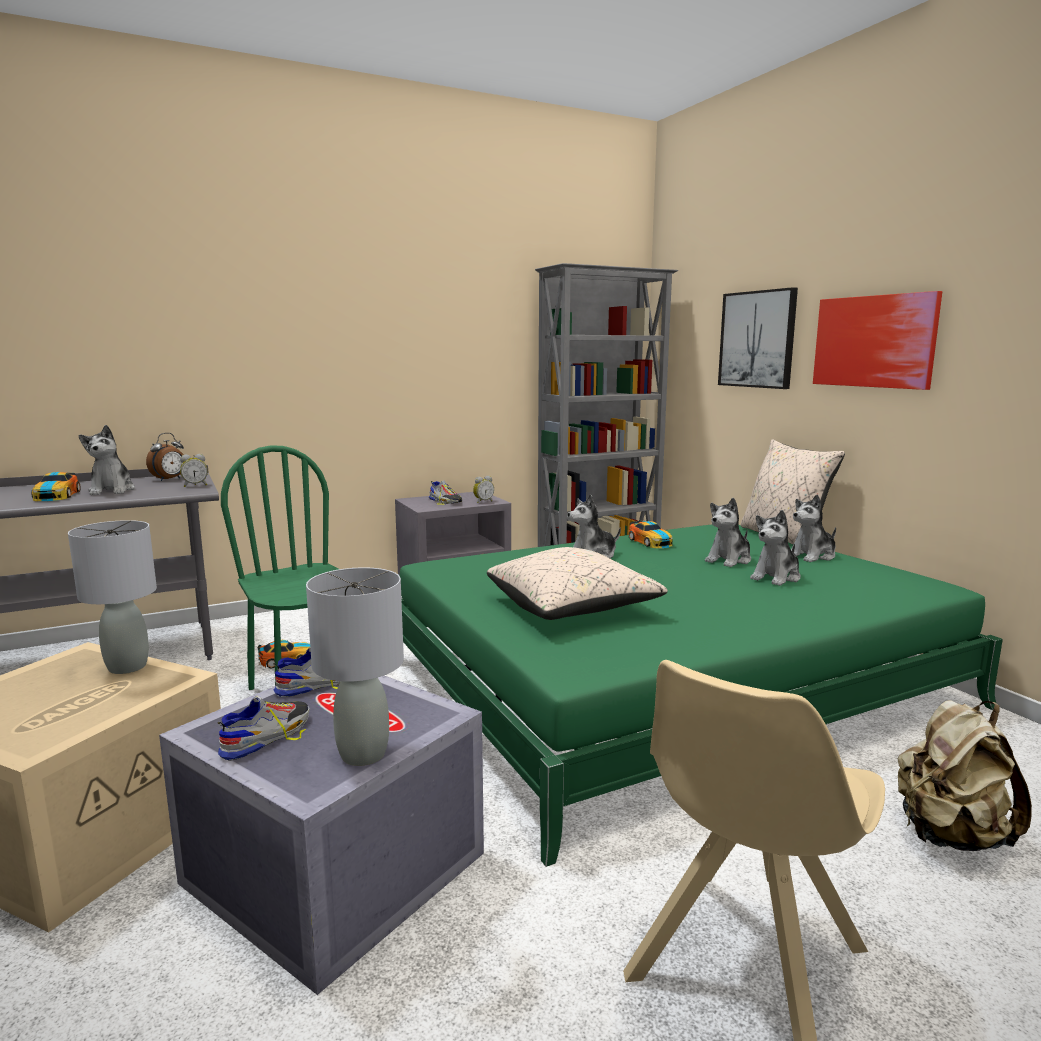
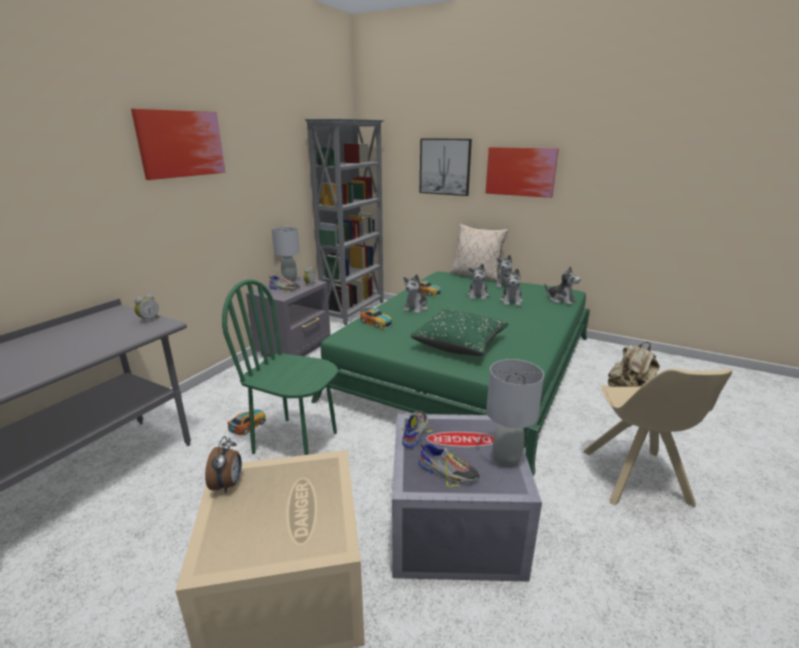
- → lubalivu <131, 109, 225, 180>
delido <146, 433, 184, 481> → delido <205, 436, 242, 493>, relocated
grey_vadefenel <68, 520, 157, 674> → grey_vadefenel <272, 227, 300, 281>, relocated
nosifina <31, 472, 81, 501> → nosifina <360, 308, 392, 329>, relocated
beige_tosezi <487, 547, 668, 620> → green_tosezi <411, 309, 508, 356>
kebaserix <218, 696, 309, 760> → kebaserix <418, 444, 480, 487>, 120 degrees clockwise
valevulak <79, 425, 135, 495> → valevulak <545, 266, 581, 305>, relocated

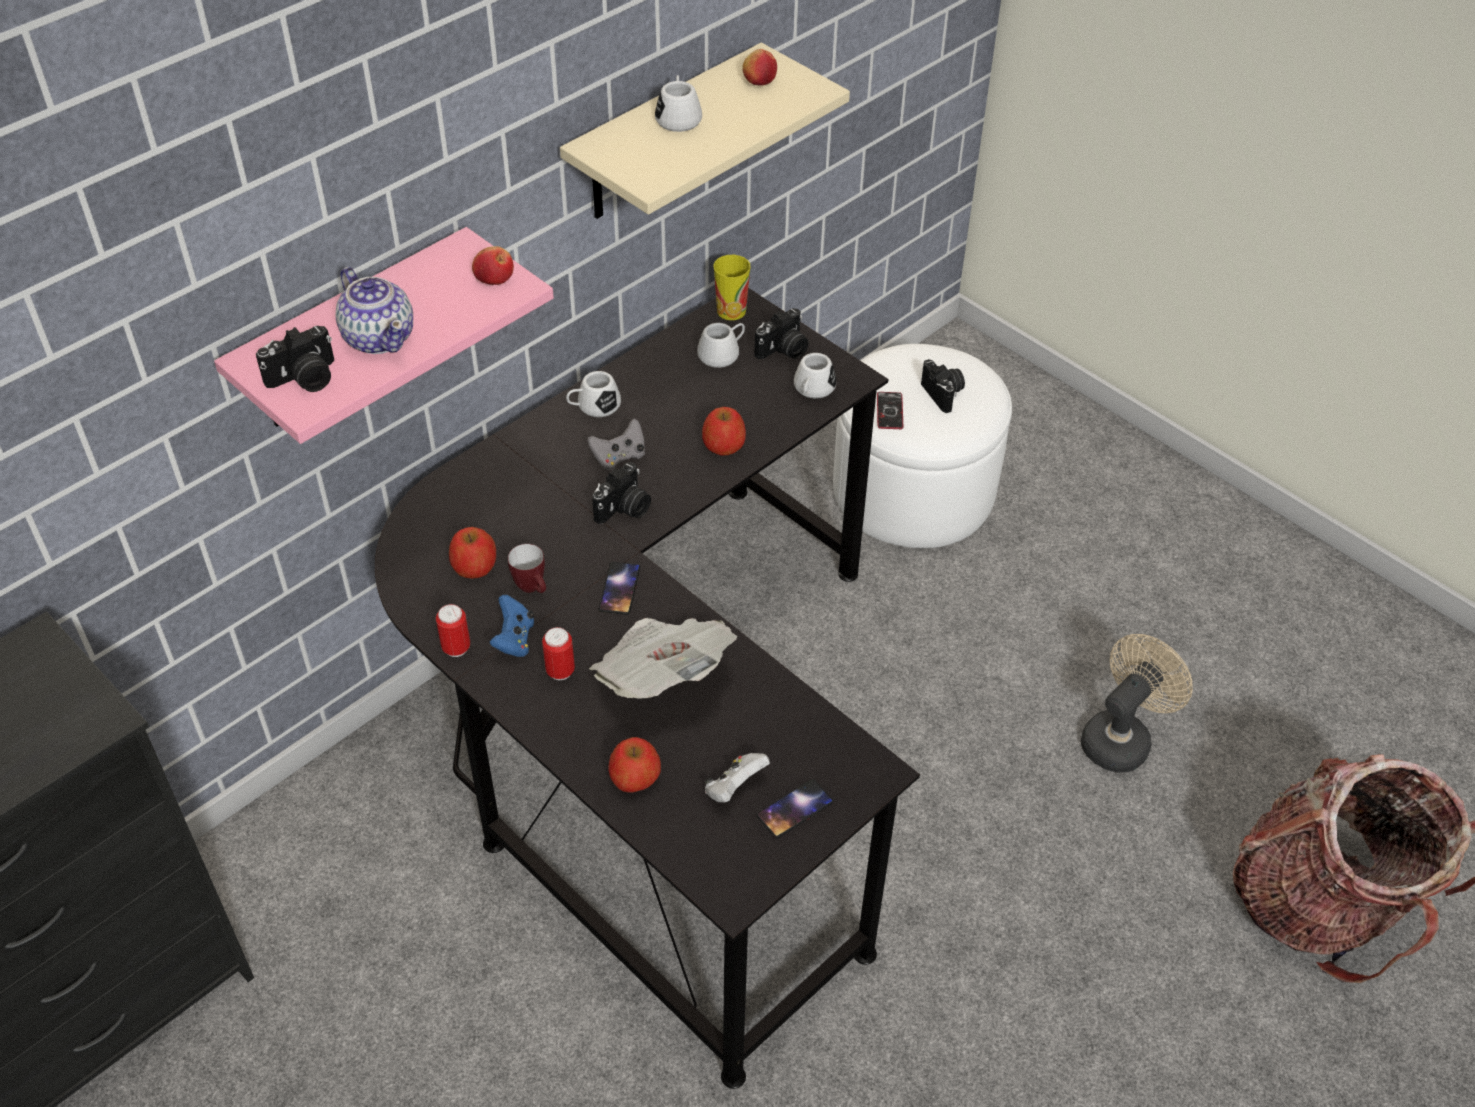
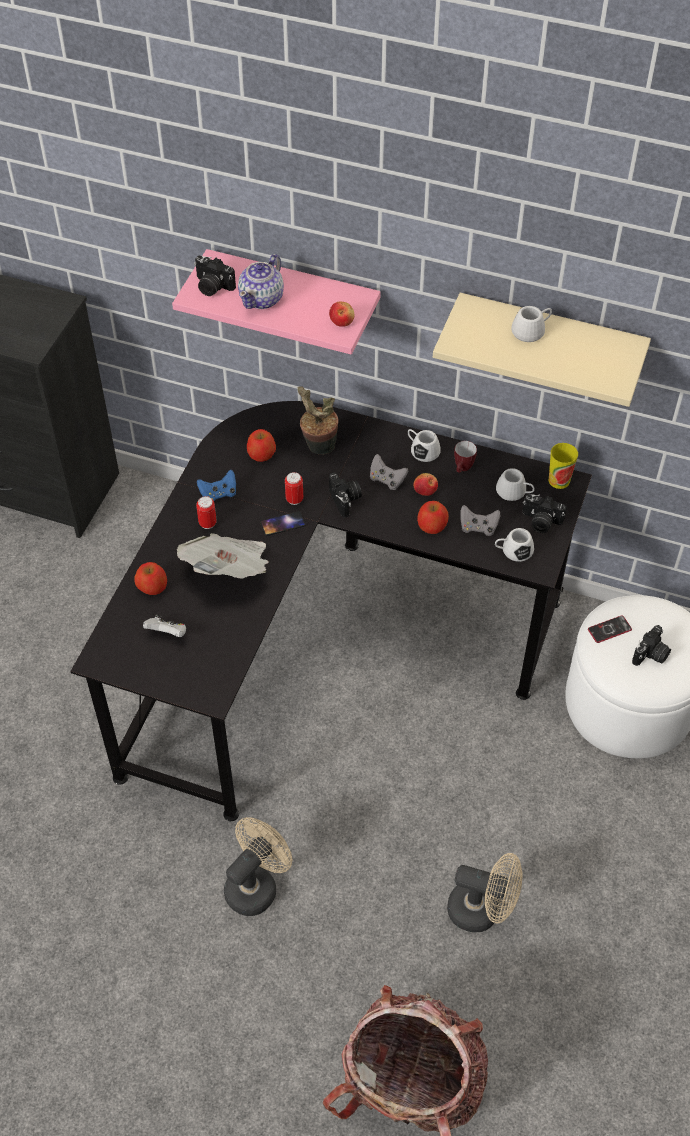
- → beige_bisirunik <224, 817, 292, 916>
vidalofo <436, 604, 470, 657> → vidalofo <285, 472, 303, 505>, relocated
- → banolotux <297, 386, 338, 454>
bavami <592, 462, 651, 524> → bavami <329, 473, 362, 518>, 120 degrees counterclockwise
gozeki <742, 49, 777, 86> → gozeki <413, 473, 438, 496>, relocated
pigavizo <508, 544, 546, 593> → pigavizo <454, 441, 477, 473>, relocated
- → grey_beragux <460, 505, 500, 536>
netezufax <756, 779, 833, 838> → -

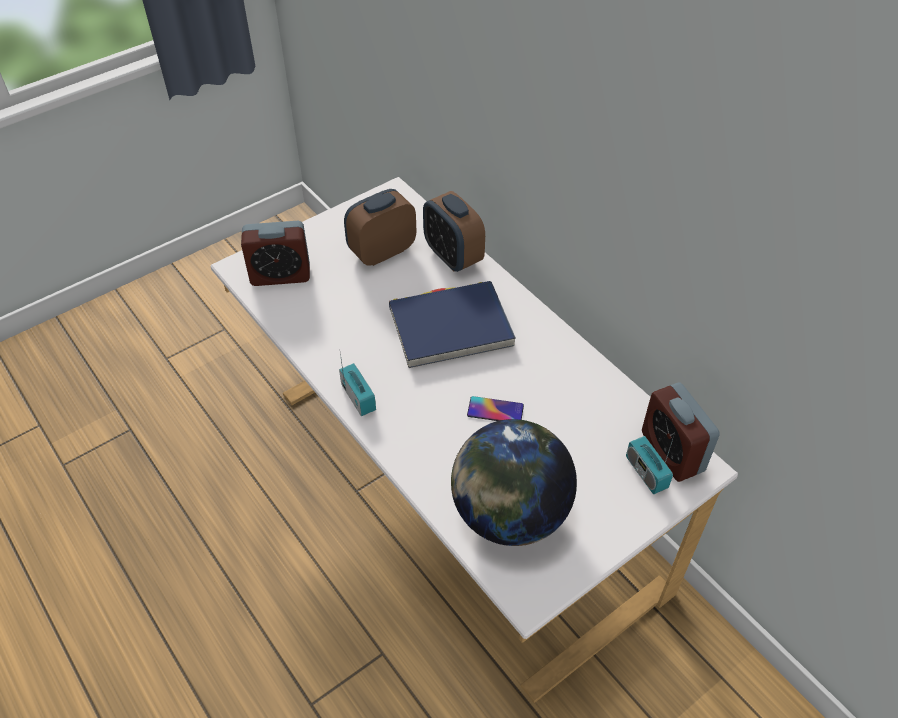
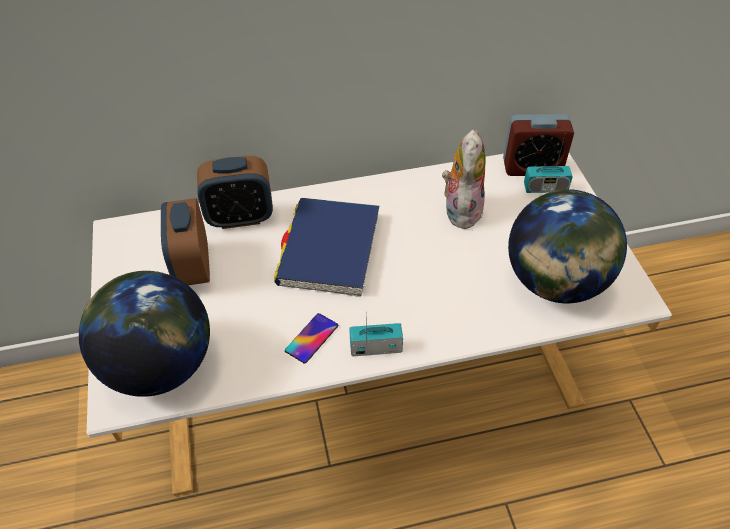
delido <241, 221, 310, 286> → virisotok <79, 271, 210, 397>
netezufax <467, 396, 524, 421> → netezufax <285, 313, 338, 364>, relocated
- → valevulak <442, 129, 486, 229>

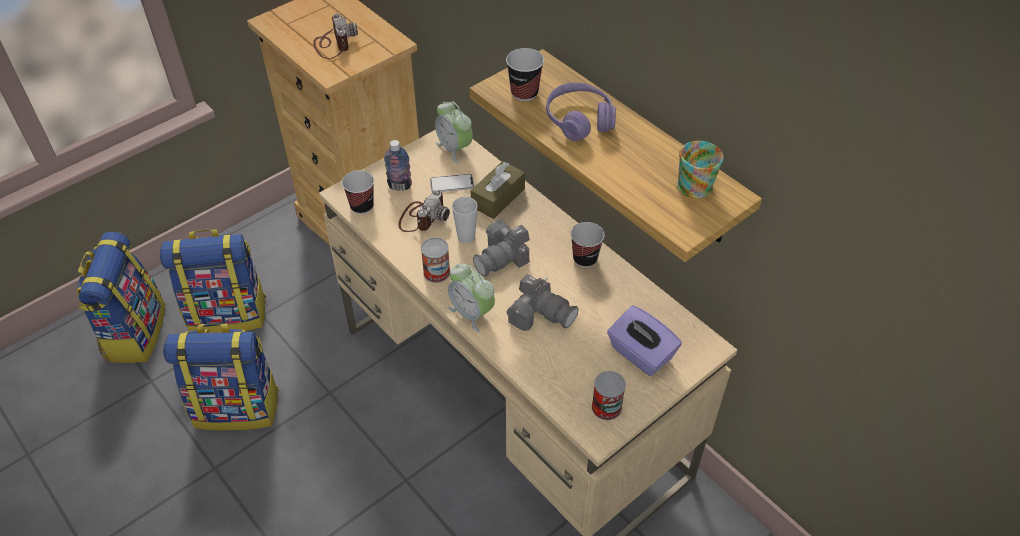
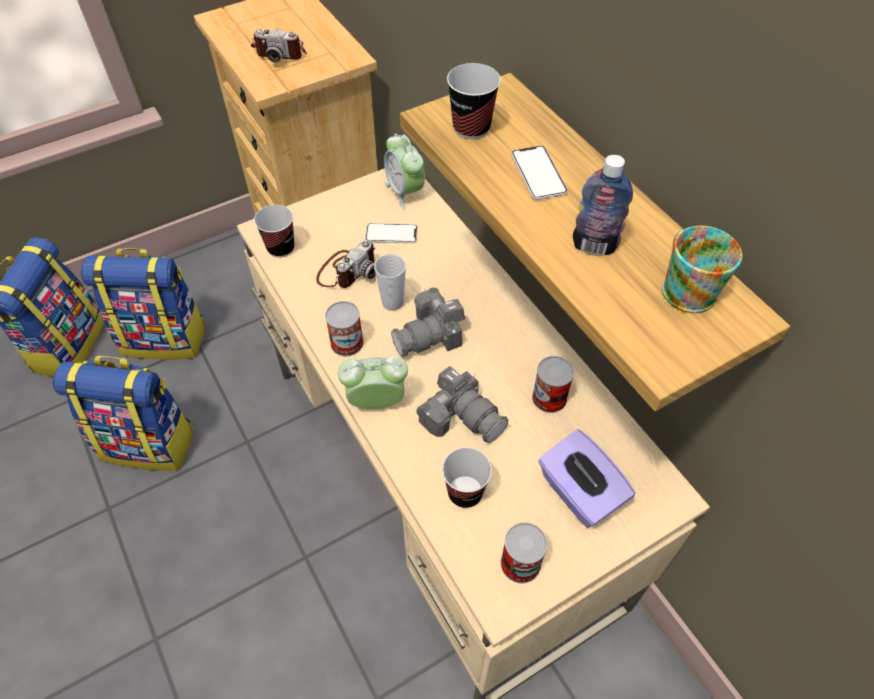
bavami <313, 13, 358, 59> → bavami <251, 28, 307, 62>, 105 degrees clockwise
delido <448, 264, 495, 332> → delido <338, 356, 408, 409>, 120 degrees clockwise
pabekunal <571, 222, 605, 268> → pabekunal <442, 447, 492, 508>, relocated
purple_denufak <546, 83, 616, 141> → netezufax <511, 146, 568, 200>
- → vidalofo <532, 356, 574, 413>
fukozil <384, 140, 412, 191> → fukozil <573, 155, 633, 256>, relocated
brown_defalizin <470, 161, 525, 219> → -

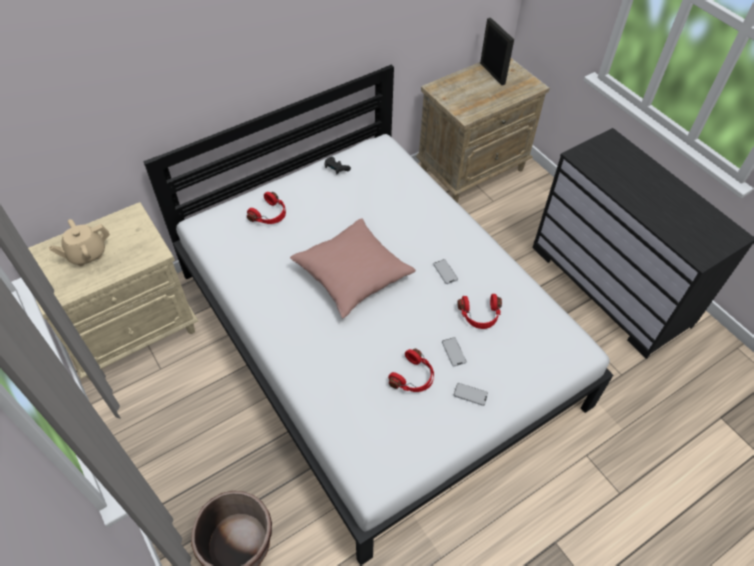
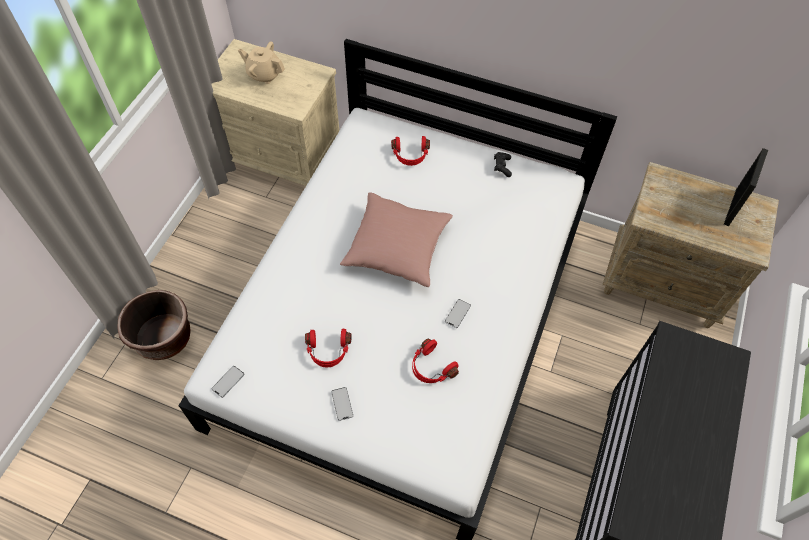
netezufax <442, 337, 466, 367> → netezufax <212, 366, 244, 398>, relocated

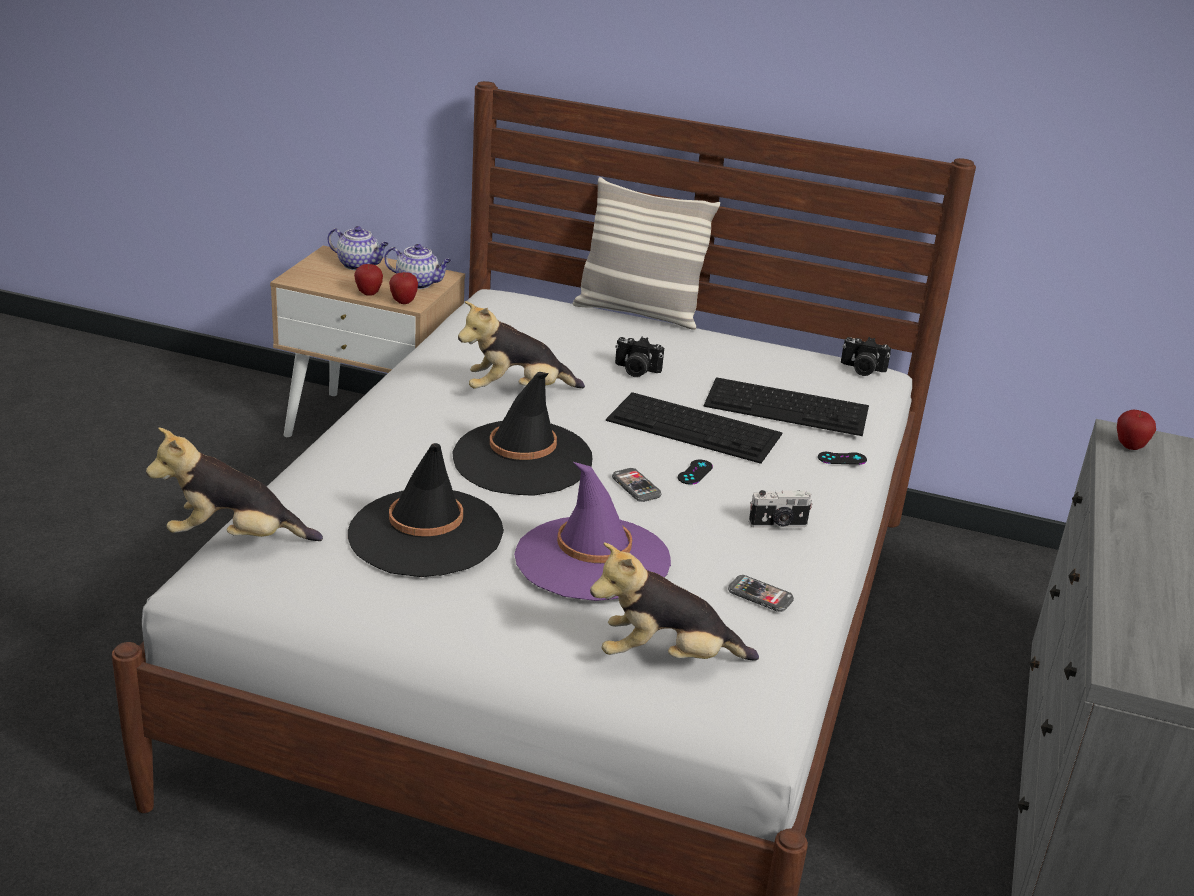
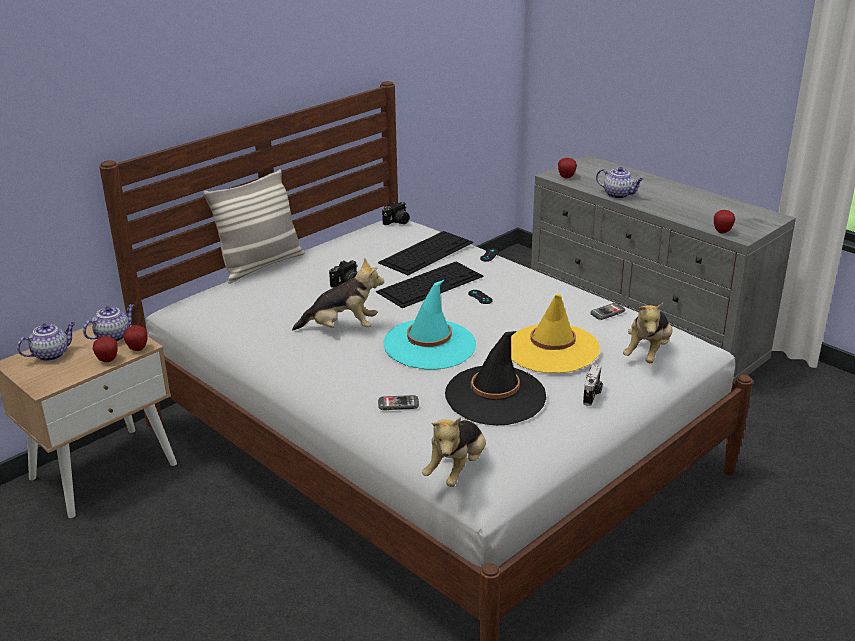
valevulak <458, 301, 585, 389> → valevulak <292, 258, 384, 330>, 105 degrees counterclockwise
netezufax <612, 468, 662, 502> → netezufax <378, 395, 419, 410>, relocated
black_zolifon <452, 372, 592, 496> → turquoise_zolifon <383, 280, 476, 370>
purple_zolifon <514, 462, 671, 601> → yellow_zolifon <511, 294, 600, 373>
bavami <749, 490, 813, 527> → bavami <583, 364, 603, 406>, relocated
- → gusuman <596, 167, 644, 199>
- → gozeki <714, 210, 735, 233>

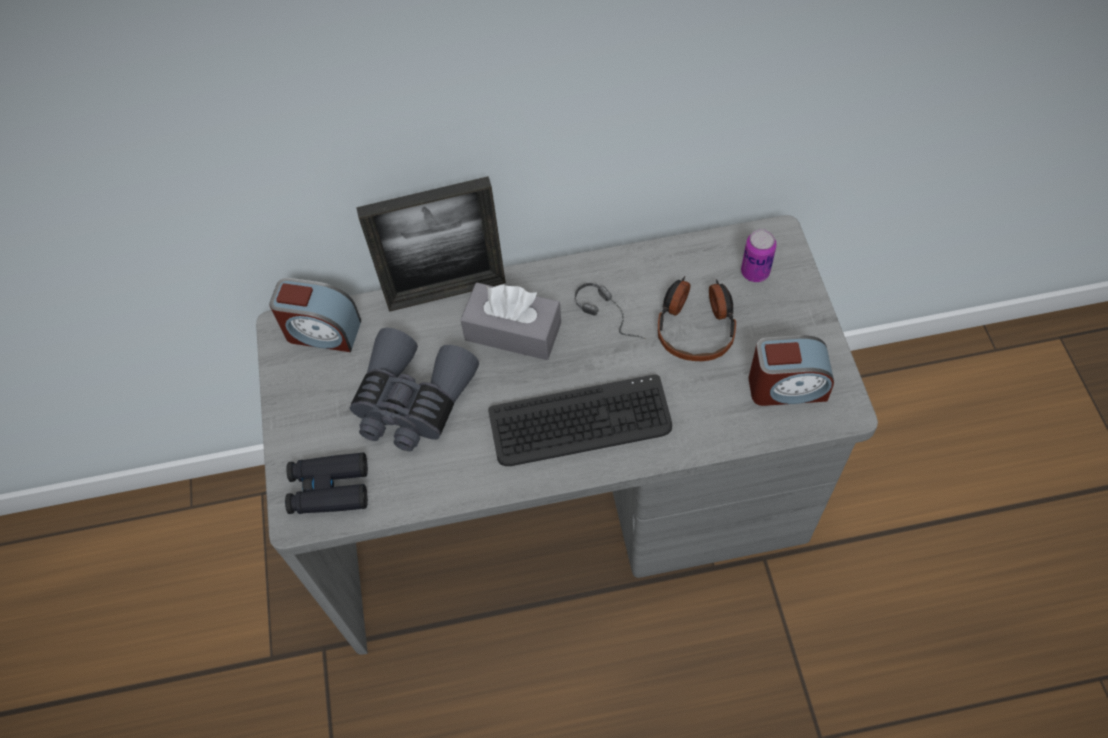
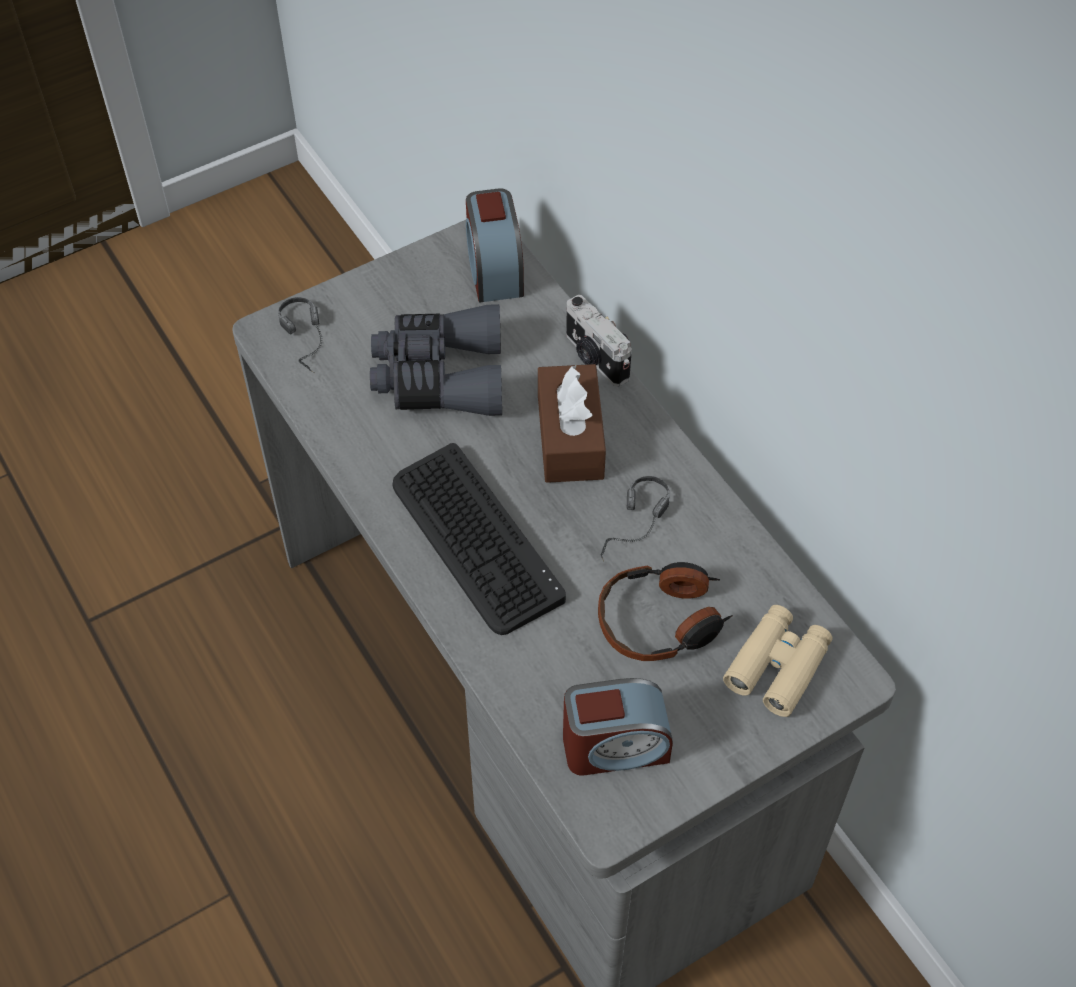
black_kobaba <285, 452, 368, 514> → denufak <278, 297, 322, 373>
grey_defalizin <460, 283, 561, 360> → brown_defalizin <538, 364, 606, 483>
delido <749, 335, 834, 406> → delido <563, 678, 673, 776>, 75 degrees counterclockwise
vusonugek <356, 176, 506, 312> → bavami <566, 295, 632, 387>
vidalofo <741, 229, 777, 282> → beige_kobaba <723, 605, 832, 717>

